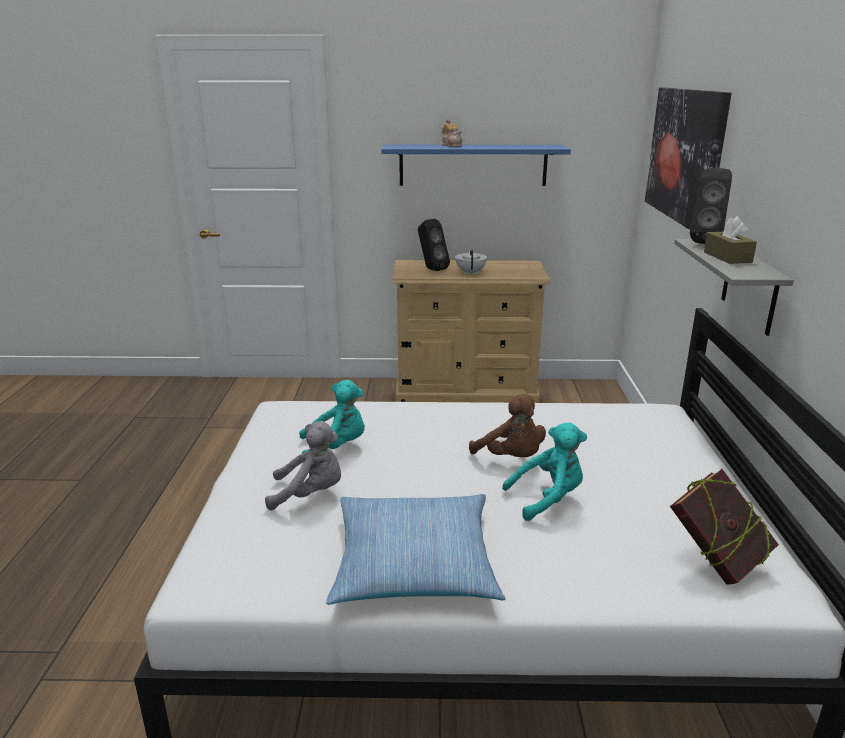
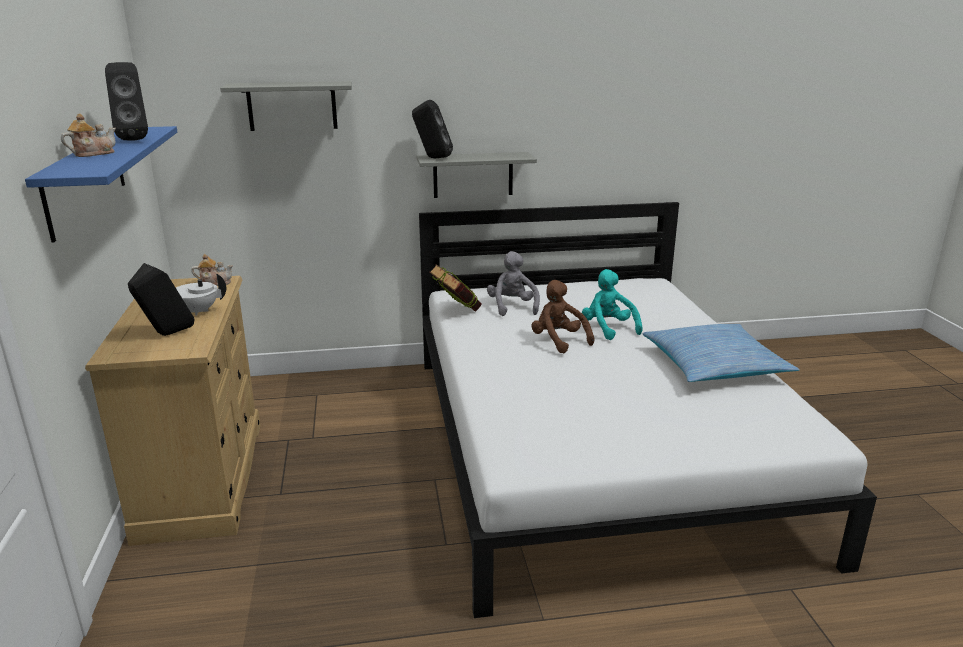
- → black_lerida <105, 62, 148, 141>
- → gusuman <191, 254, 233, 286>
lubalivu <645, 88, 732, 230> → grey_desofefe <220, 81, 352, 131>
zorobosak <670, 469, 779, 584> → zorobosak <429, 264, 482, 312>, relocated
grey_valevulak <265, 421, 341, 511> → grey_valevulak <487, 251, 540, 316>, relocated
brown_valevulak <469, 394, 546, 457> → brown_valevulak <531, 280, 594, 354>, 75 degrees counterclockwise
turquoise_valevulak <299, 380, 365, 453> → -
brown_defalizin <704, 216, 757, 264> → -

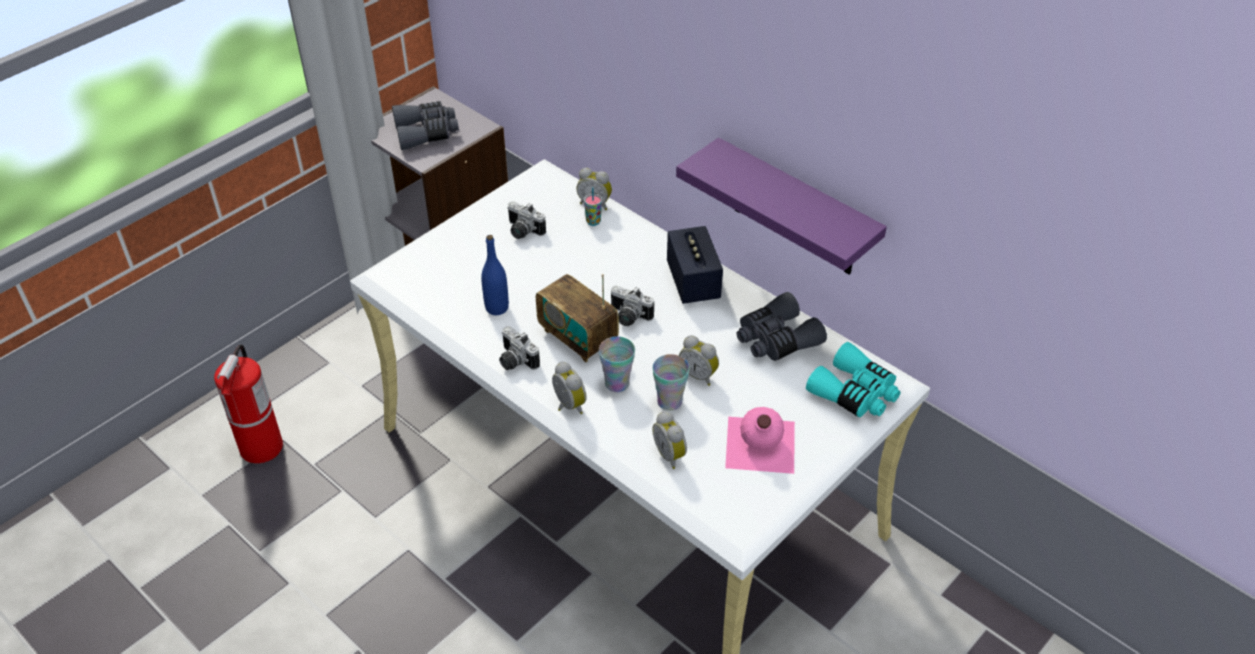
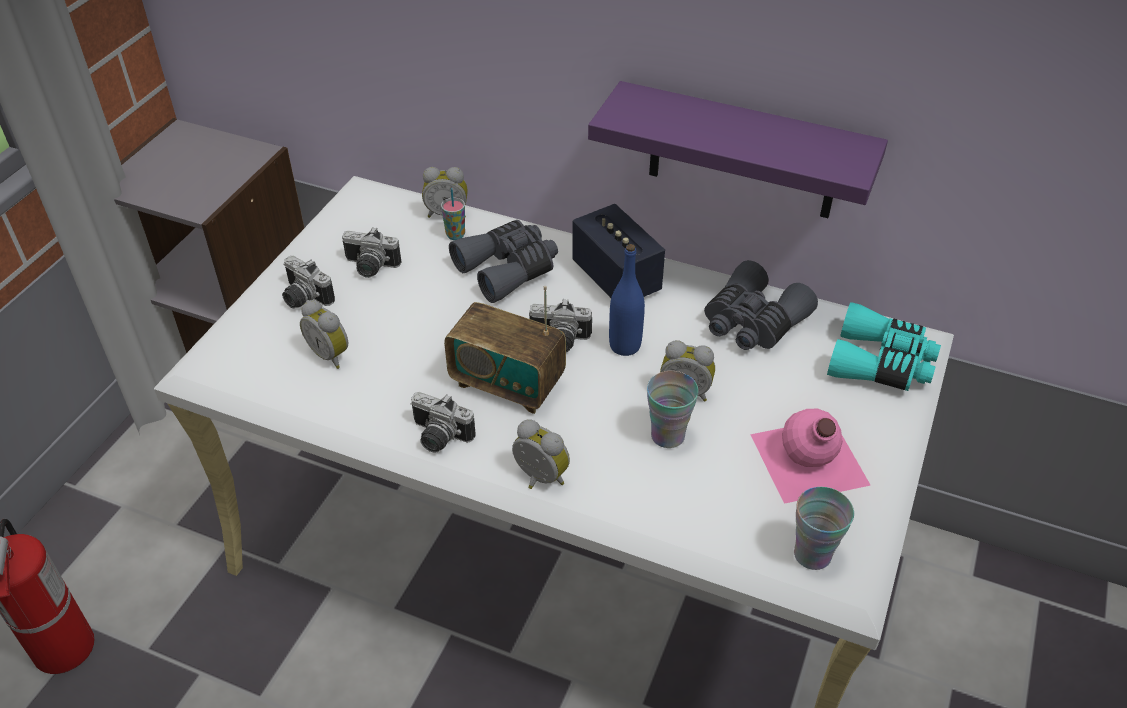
- → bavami <282, 256, 335, 308>
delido <652, 411, 687, 469> → delido <300, 300, 349, 369>, relocated
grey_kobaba <392, 101, 459, 150> → grey_kobaba <449, 220, 558, 303>, relocated
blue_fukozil <481, 235, 509, 315> → blue_fukozil <609, 244, 645, 356>, relocated
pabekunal <599, 336, 635, 392> → pabekunal <794, 487, 854, 570>, relocated

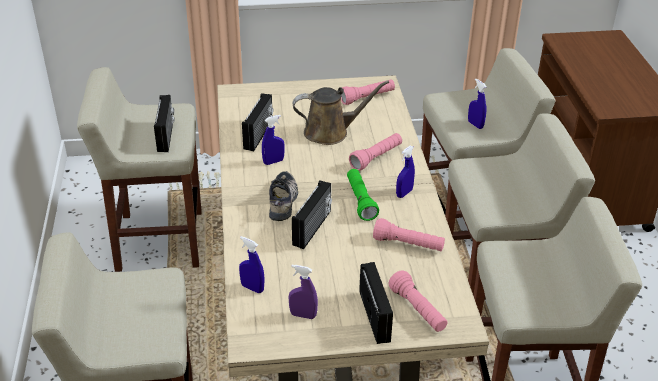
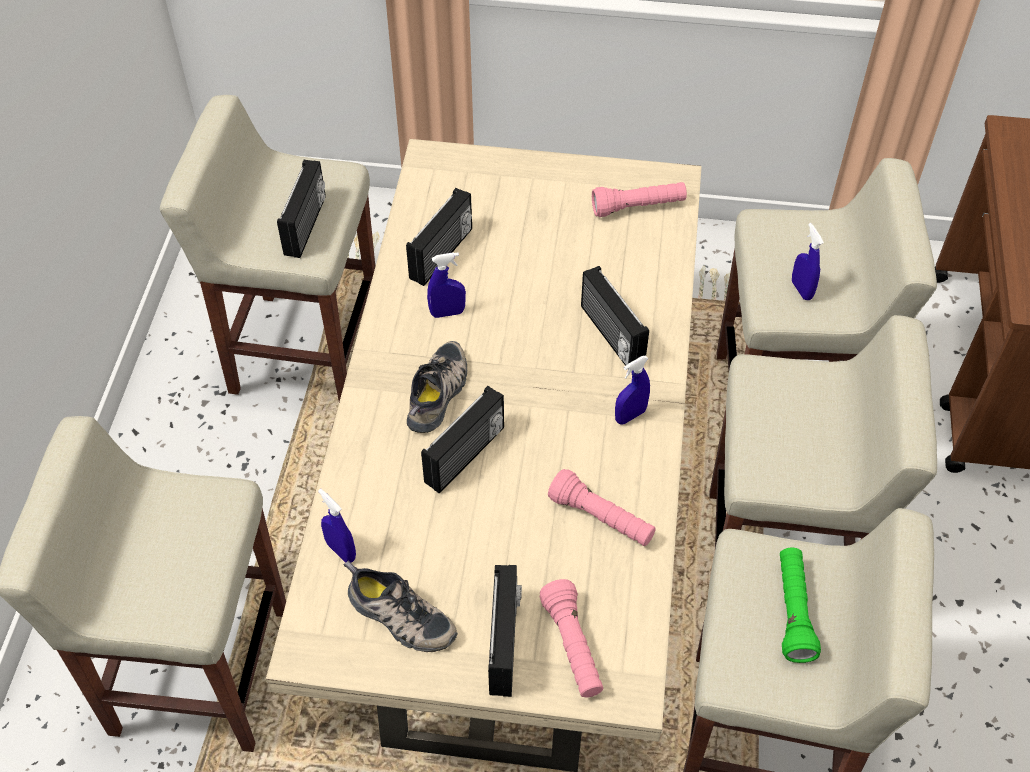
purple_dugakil <288, 265, 318, 319> → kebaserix <344, 561, 458, 652>
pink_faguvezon <349, 133, 402, 171> → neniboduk <581, 266, 649, 366>
green_faguvezon <347, 169, 379, 221> → green_faguvezon <780, 548, 821, 663>, relocated
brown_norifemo <293, 80, 389, 145> → -

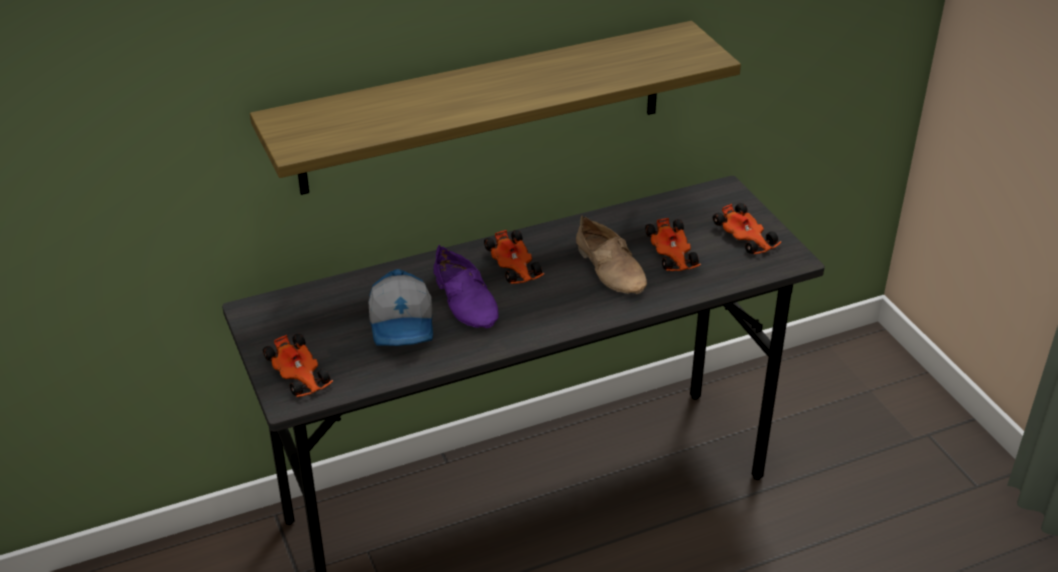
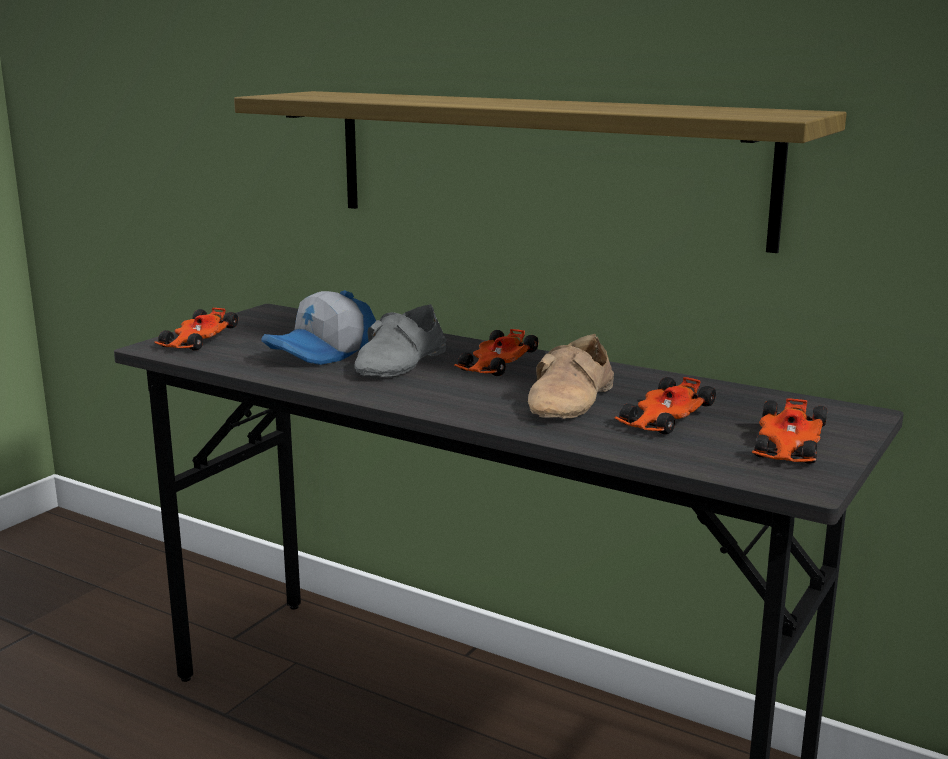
purple_kebaserix <433, 245, 499, 328> → grey_kebaserix <355, 304, 446, 377>

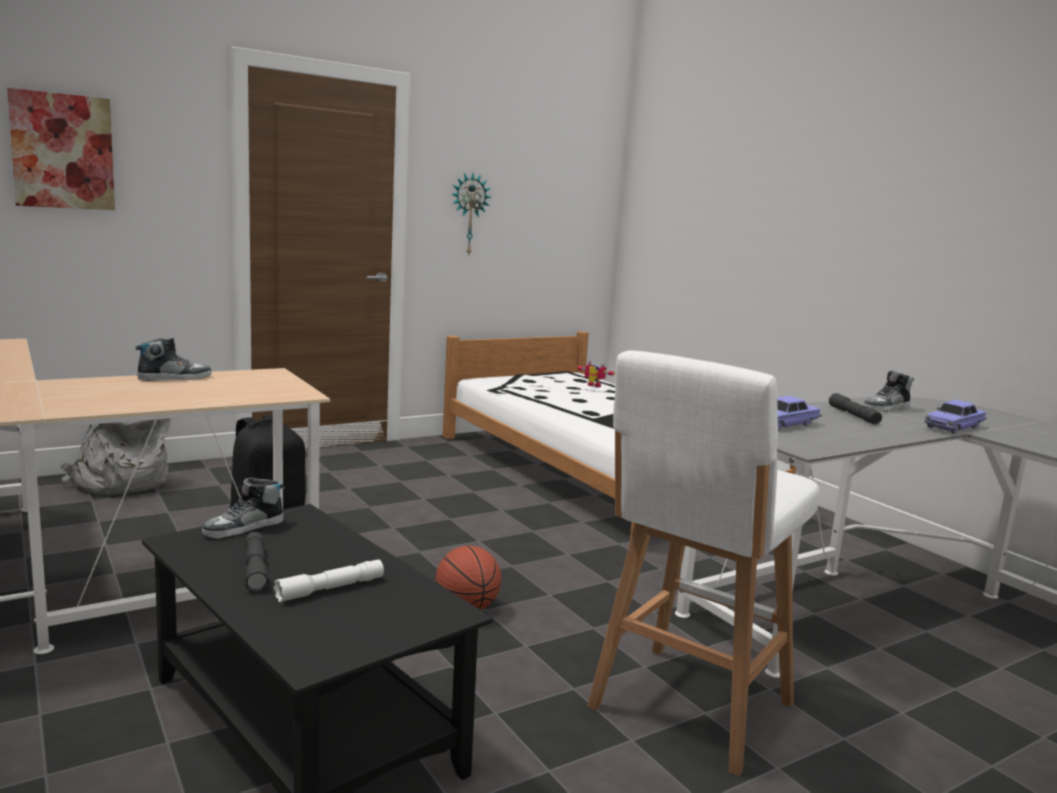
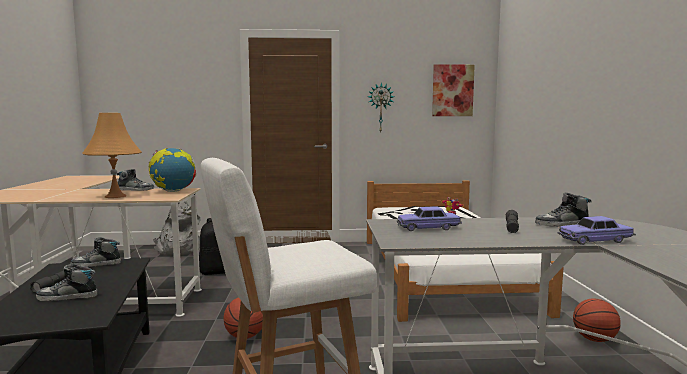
white_faguvezon <274, 559, 384, 602> → kebaserix <36, 264, 97, 301>
- → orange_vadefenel <82, 113, 142, 198>
- → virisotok <148, 148, 196, 192>
lubalivu <7, 88, 115, 210> → lubalivu <432, 64, 475, 116>, relocated
- → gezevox <573, 298, 621, 342>

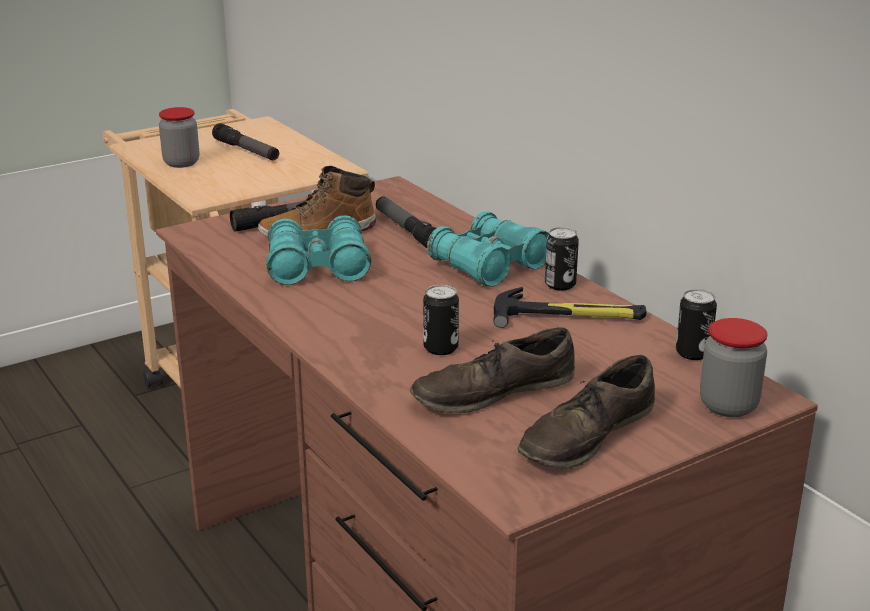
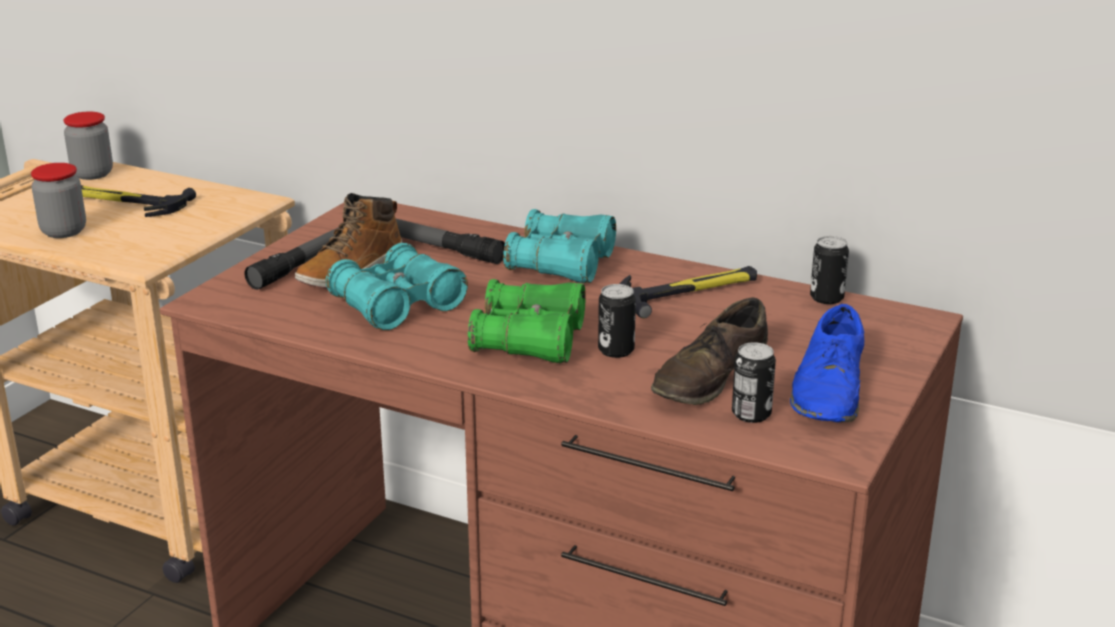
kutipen <700, 318, 767, 417> → kutipen <64, 111, 113, 180>, relocated
faguvezon <212, 123, 279, 161> → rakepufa <81, 185, 196, 217>
- → green_kobaba <468, 279, 586, 363>
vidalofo <545, 227, 579, 291> → vidalofo <732, 342, 776, 423>, relocated
brown_kebaserix <517, 355, 655, 469> → blue_kebaserix <790, 304, 864, 422>

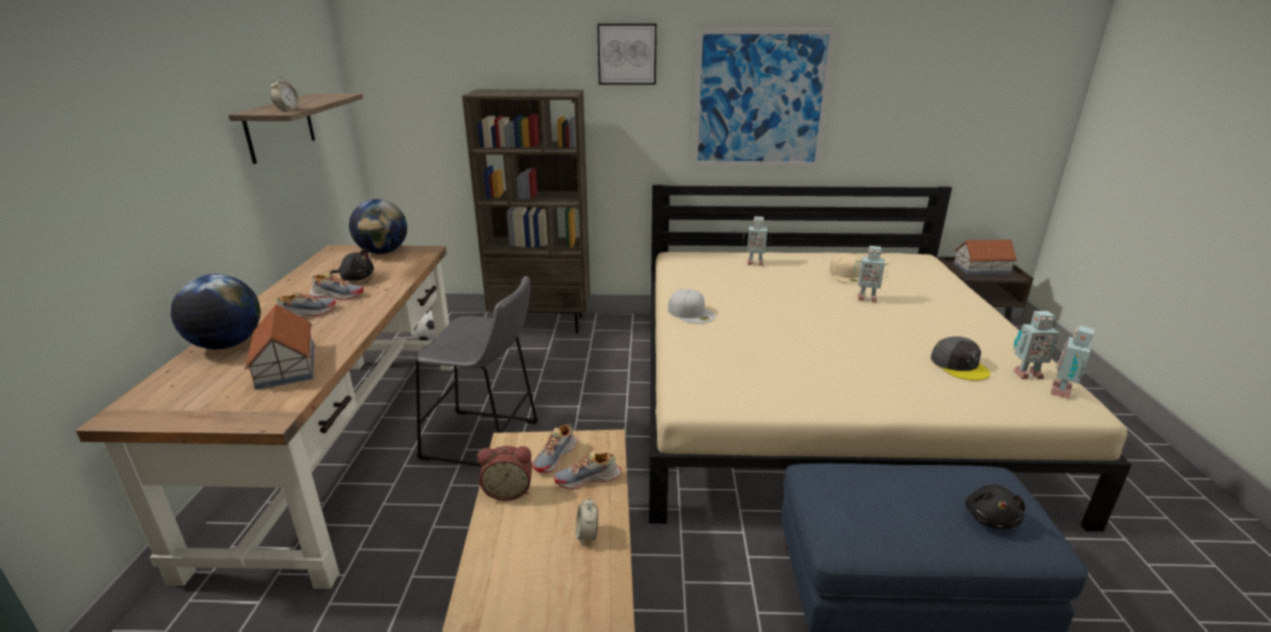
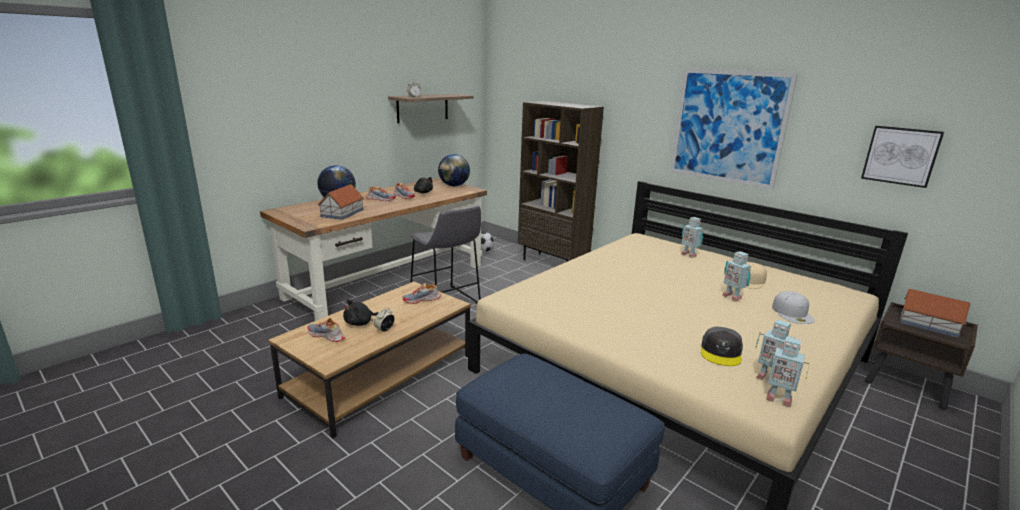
kebaserix <554, 450, 622, 489> → kebaserix <308, 318, 345, 342>, relocated
black_valevulak <965, 484, 1025, 529> → black_valevulak <343, 299, 379, 326>, relocated
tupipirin <1051, 325, 1095, 398> → tupipirin <764, 336, 809, 407>, 135 degrees counterclockwise
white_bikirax <668, 289, 716, 324> → white_bikirax <772, 291, 815, 324>, relocated
lubalivu <597, 24, 657, 85> → lubalivu <861, 126, 944, 188>, relocated
delido <477, 446, 532, 501> → -

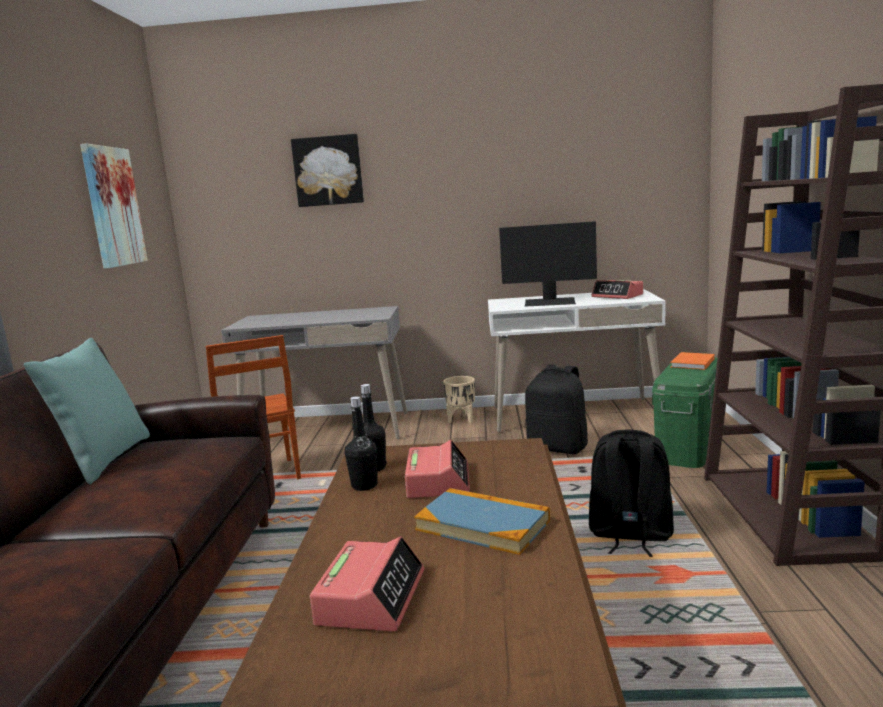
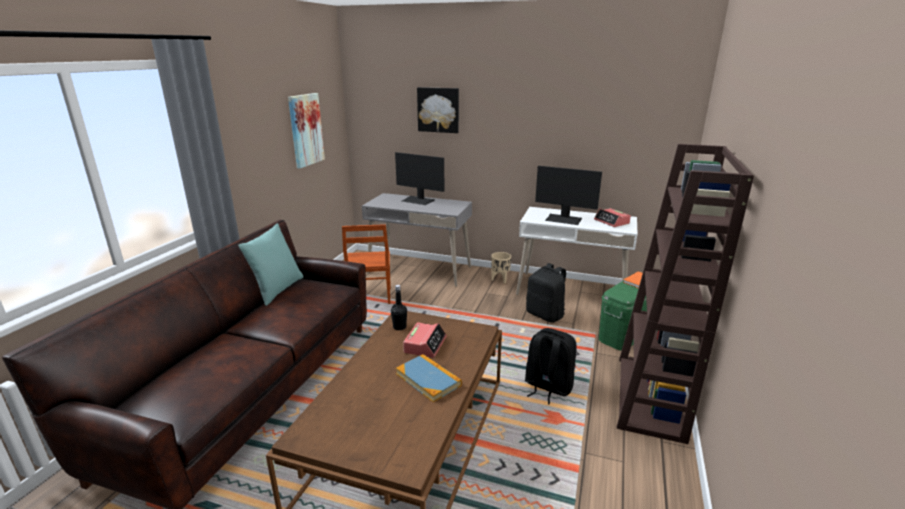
- → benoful <395, 152, 444, 205>
delido <310, 536, 424, 631> → -
black_fukozil <345, 396, 378, 491> → -

